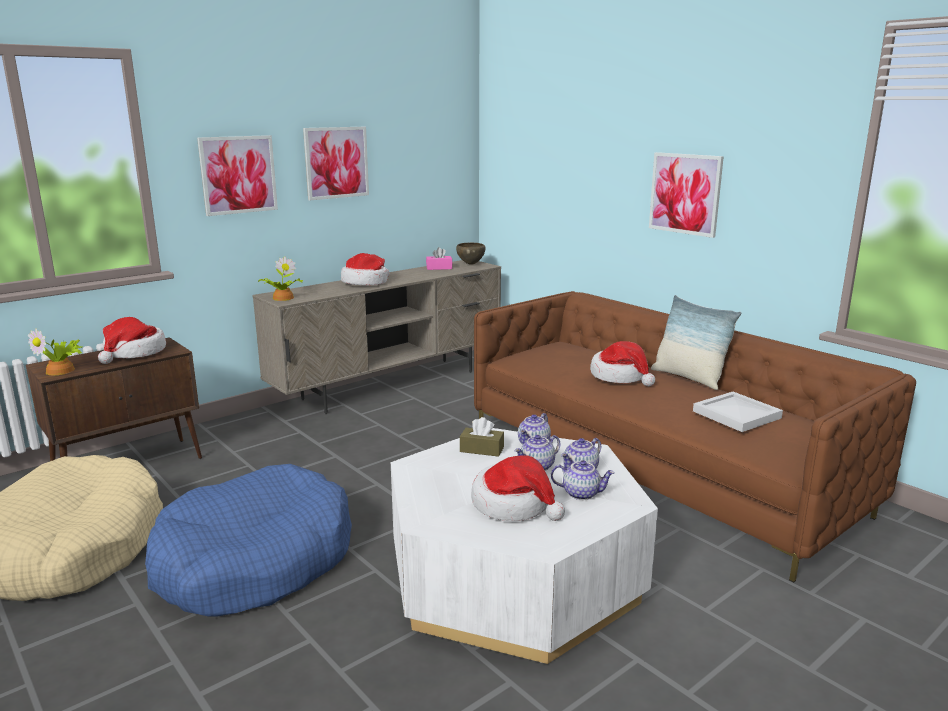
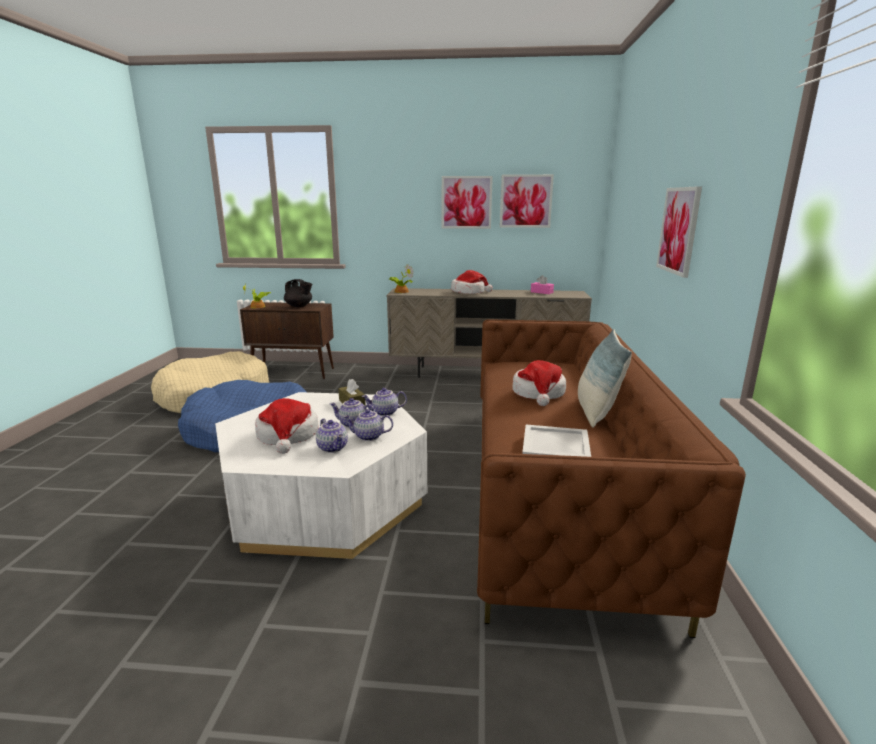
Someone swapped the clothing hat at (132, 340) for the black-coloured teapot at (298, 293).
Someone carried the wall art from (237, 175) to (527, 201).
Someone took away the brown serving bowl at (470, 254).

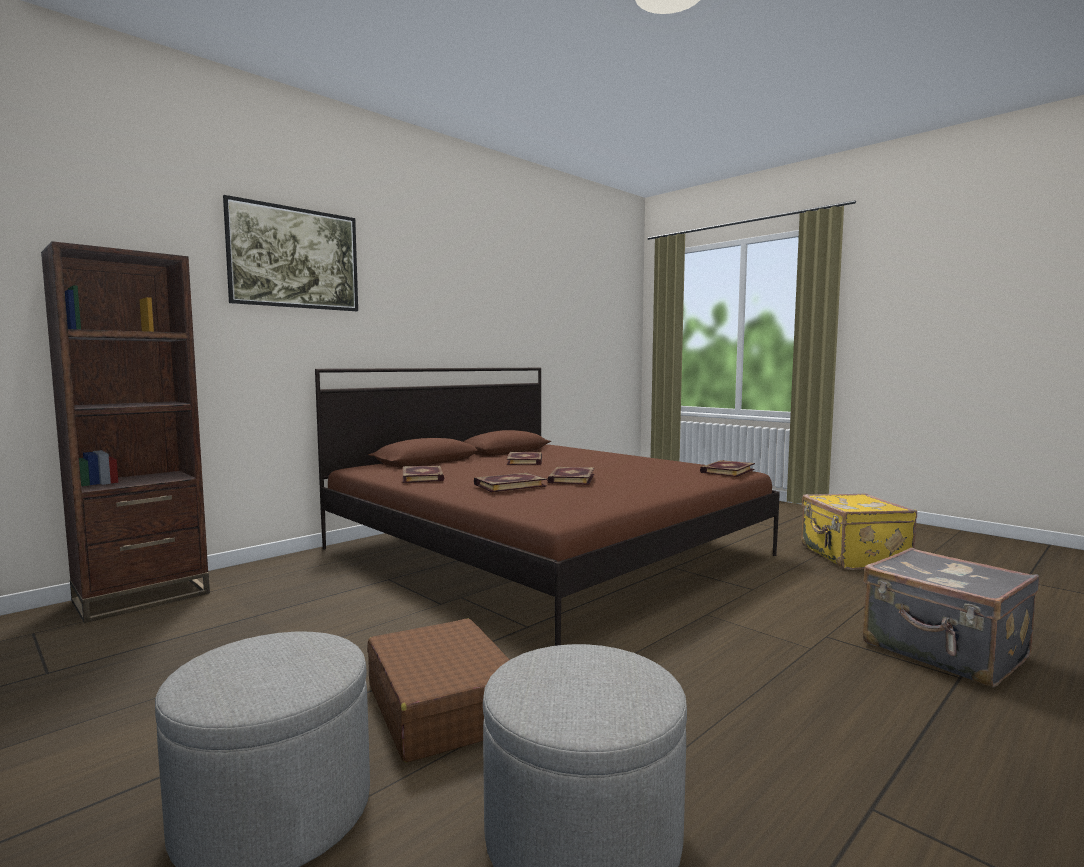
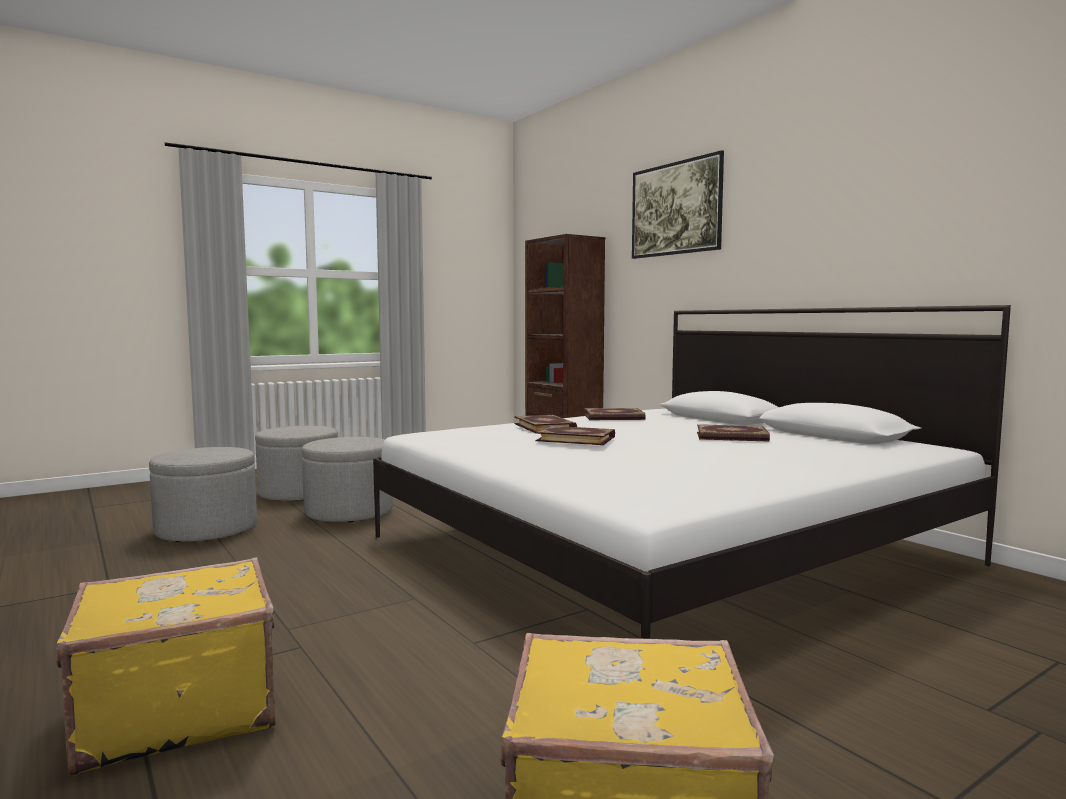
Someone repainted the brown sleeping bed at (547, 507), which became the white-coloured sleeping bed at (692, 472).
Someone swapped the brown travel case at (438, 690) for the grey footrest at (347, 479).
Someone took away the bound book at (727, 468).
Someone repainted the grey travel case at (951, 618), which became the yellowish travel case at (166, 666).

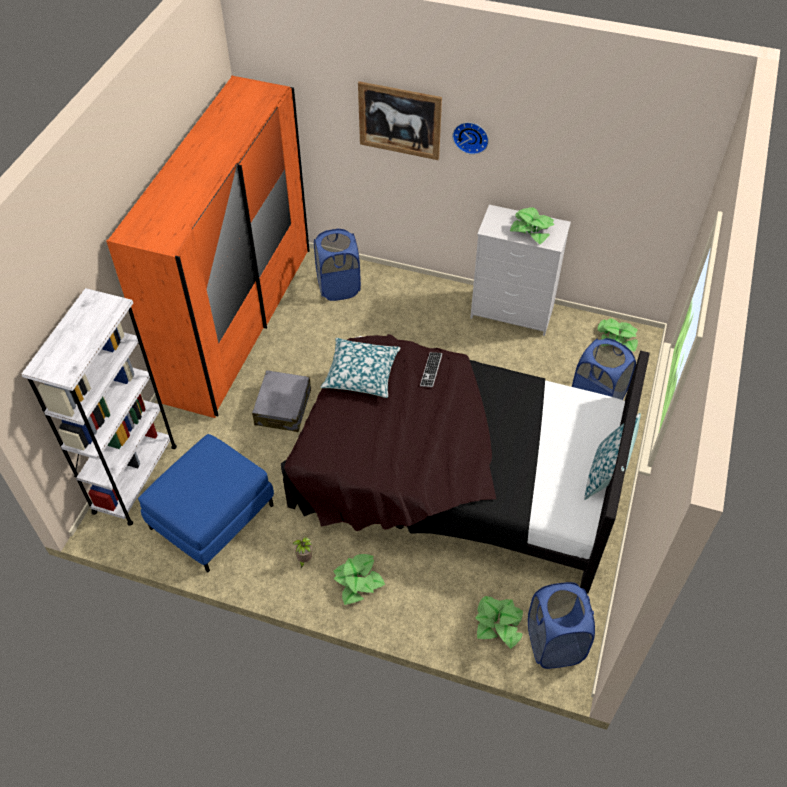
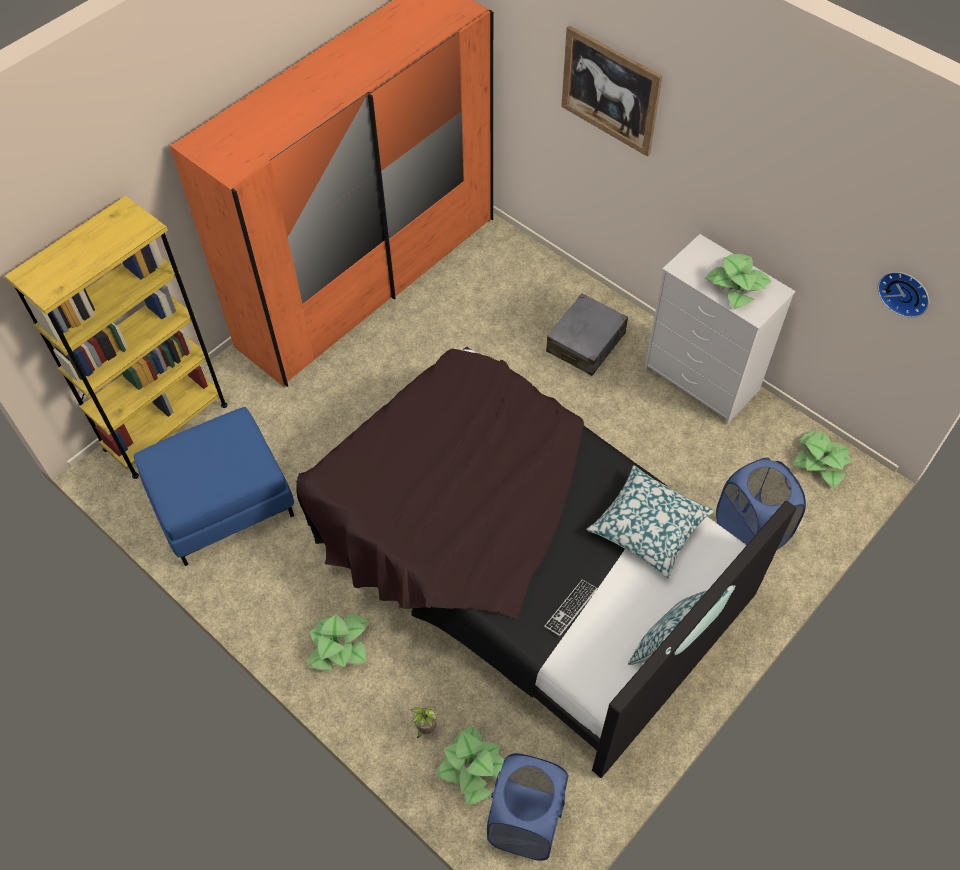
Someone repainted the white-coloured shelving unit at (99, 407), which became the yellowish shelving unit at (116, 337).
Someone carried the grey travel case from (281, 401) to (587, 334).
Someone carried the plant in a pot from (302, 552) to (424, 722).
Someone took away the bluish laundry basket at (337, 264).
Someone carried the cushion from (360, 368) to (650, 521).
Someone carried the computer keyboard from (431, 369) to (571, 607).
Someone carried the wall clock from (470, 138) to (903, 295).

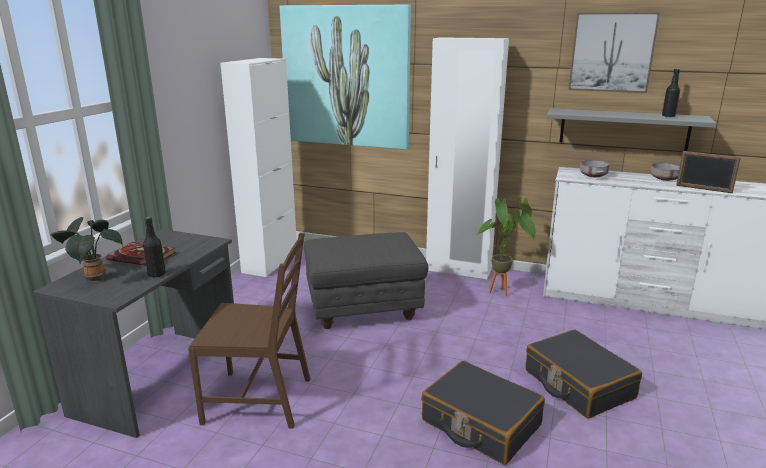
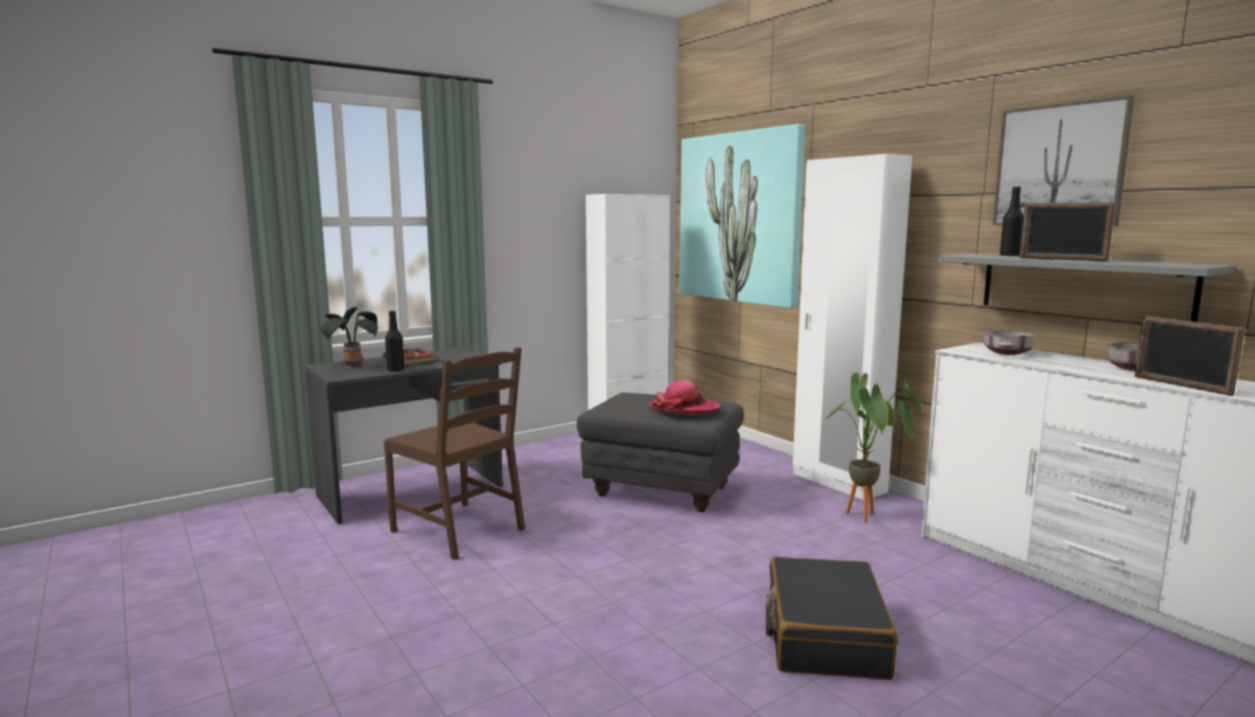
Someone took away the black-coloured travel case at (483, 413).
Someone carried the black-coloured drink bottle from (671, 93) to (1012, 221).
Someone put down the clothing hat at (684, 397).
Someone put down the picture frame at (1067, 231).

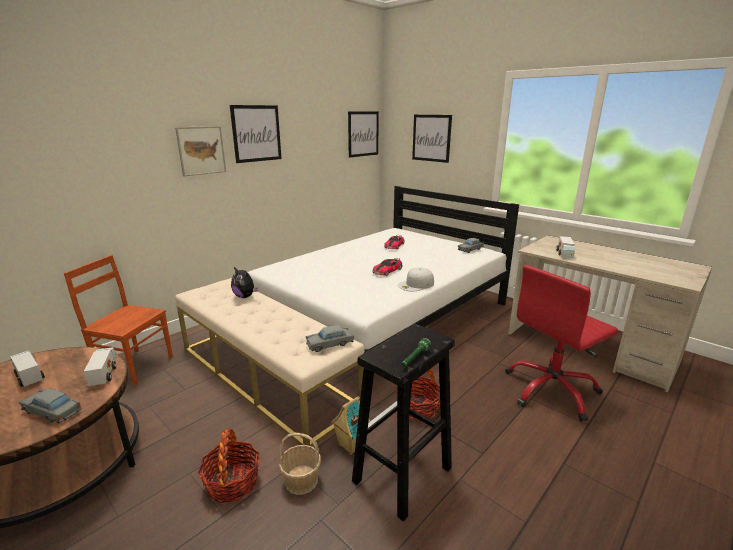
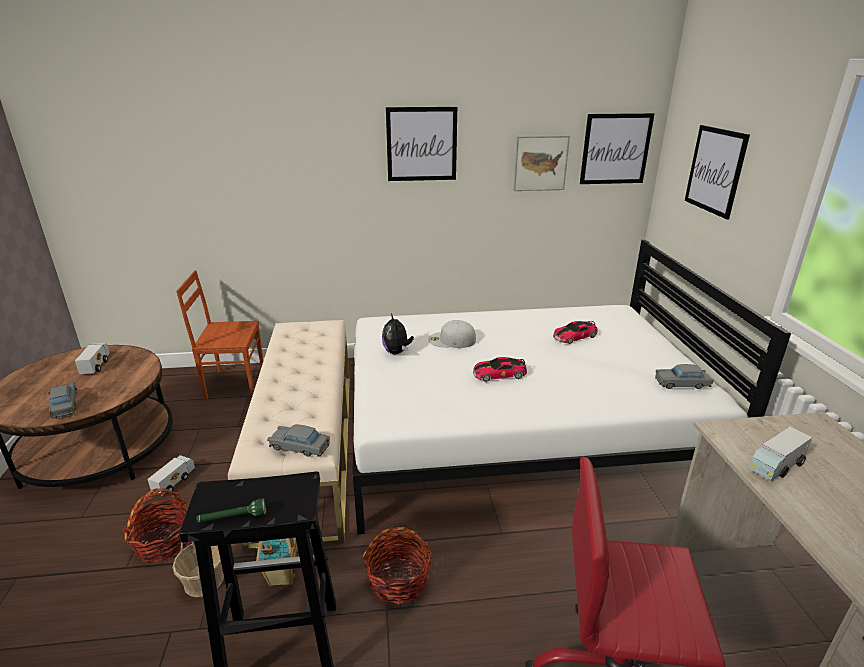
Someone rotated the brown upright chair at (118, 320) by 60 degrees counterclockwise.
Someone carried the model truck from (100, 366) to (171, 475).
Someone carried the wall art from (200, 151) to (541, 163).
Someone carried the soft toy from (244, 282) to (398, 334).
Someone carried the white-coloured baseball cap from (416, 279) to (452, 334).

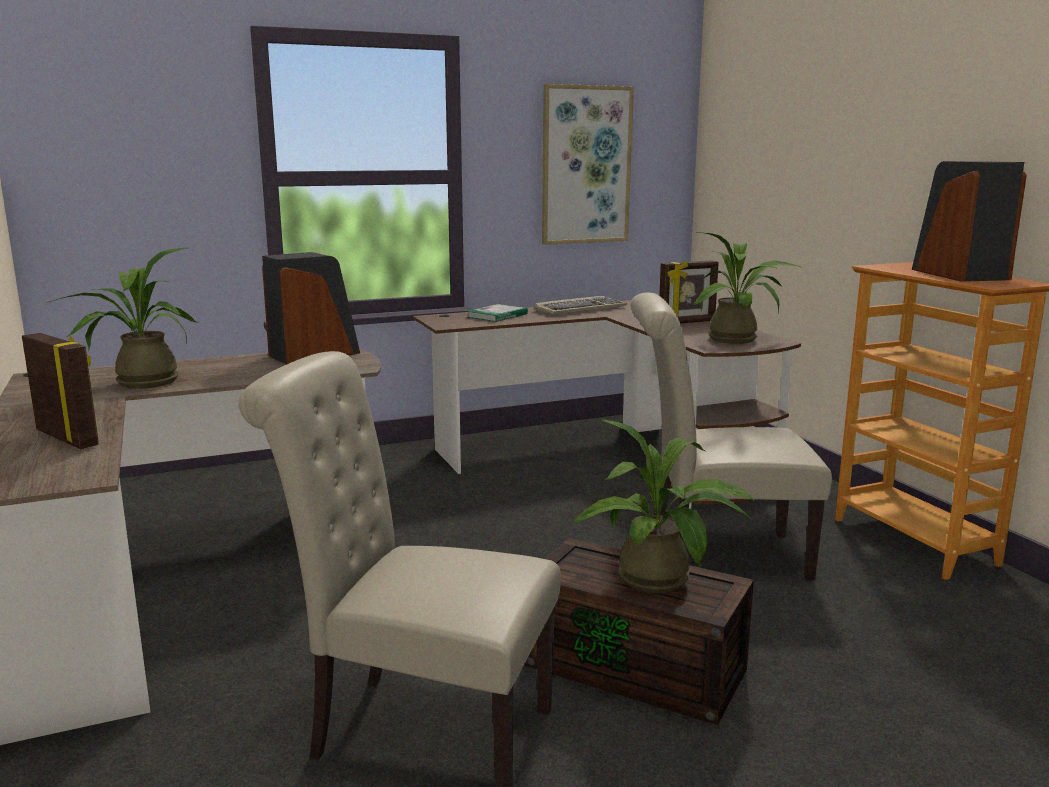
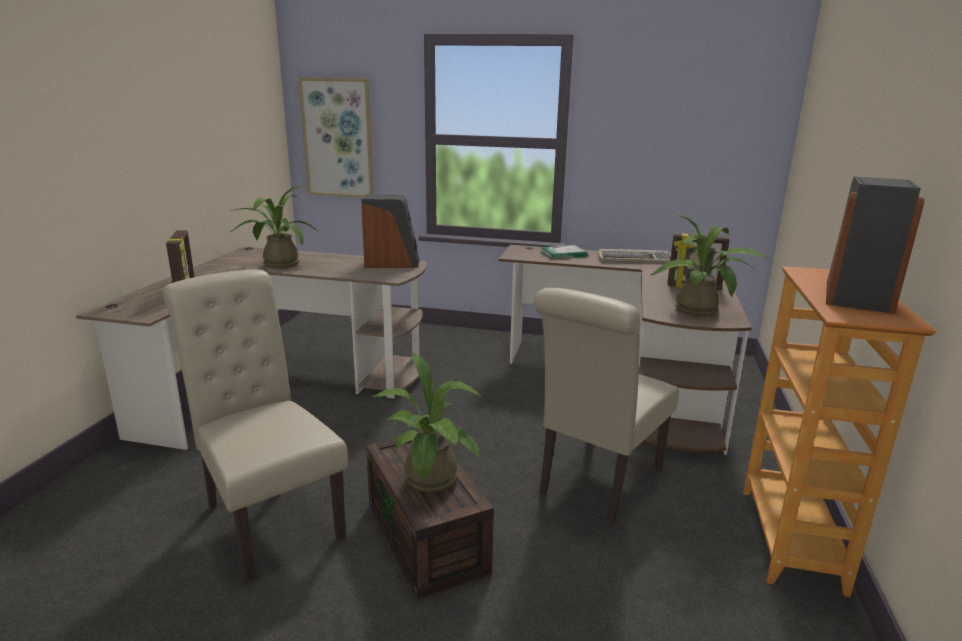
Someone carried the wall art from (588, 164) to (336, 138).
Someone rotated the sand-coloured upright chair at (731, 436) by 90 degrees counterclockwise.

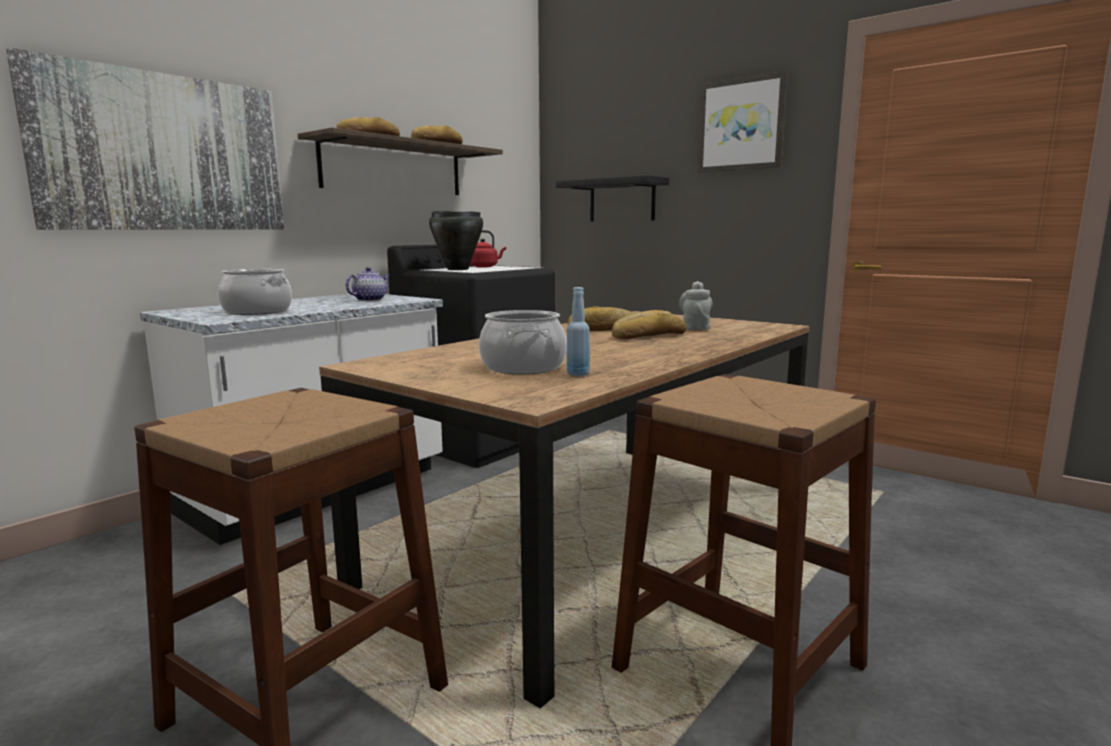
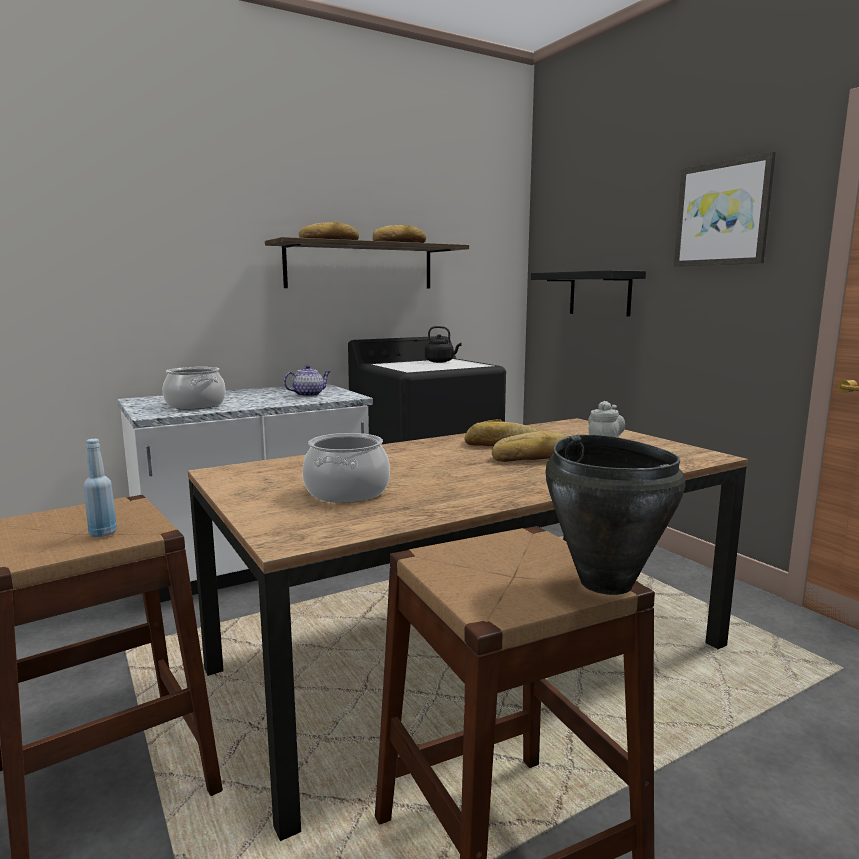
Someone took away the wall art at (145, 139).
Someone carried the black-coloured cooking pot from (456, 240) to (615, 515).
Someone repainted the reddish water kettle at (488, 249), which became the black-coloured water kettle at (443, 344).
Someone carried the bluish drink bottle from (578, 331) to (100, 488).

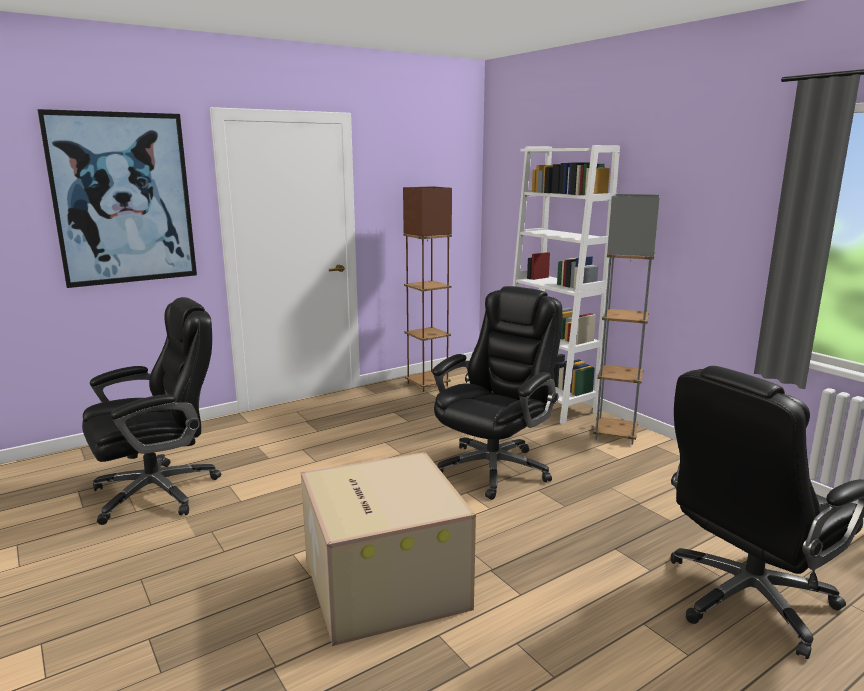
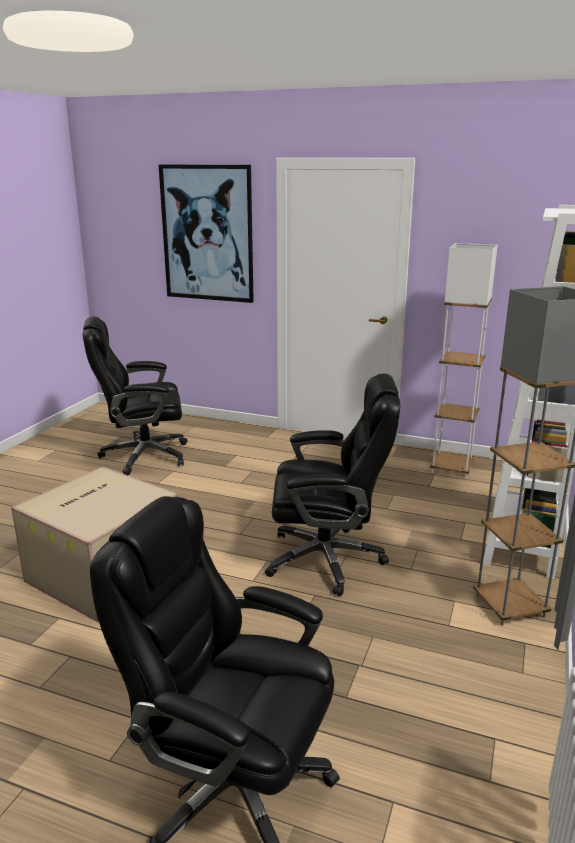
Someone rotated the black-coloured computer chair at (151, 411) by 150 degrees clockwise.
Someone repainted the brown standard lamp at (427, 289), which became the white-coloured standard lamp at (464, 360).

